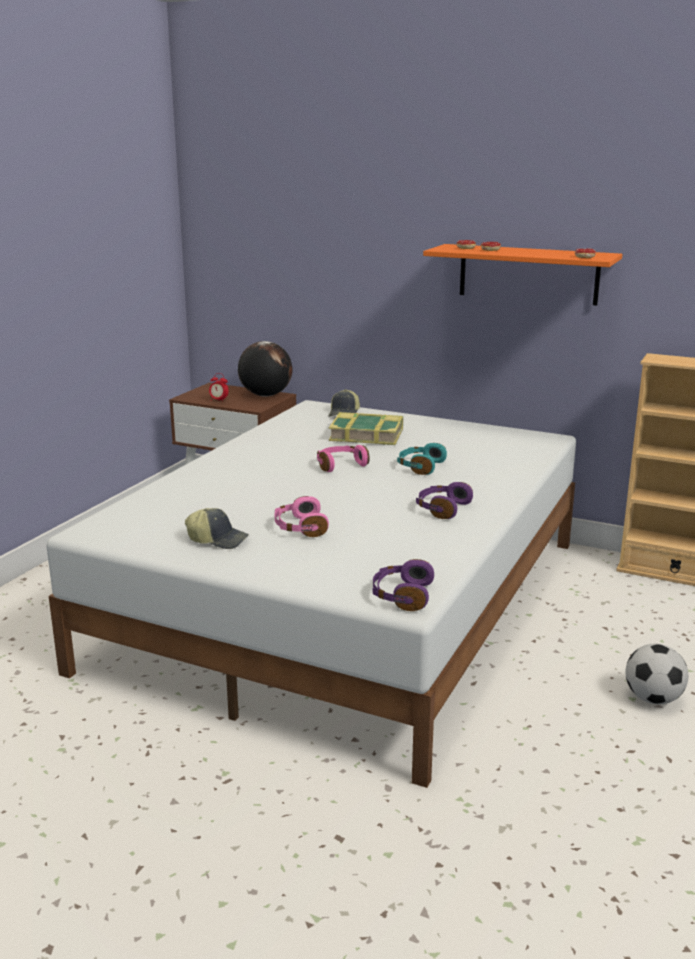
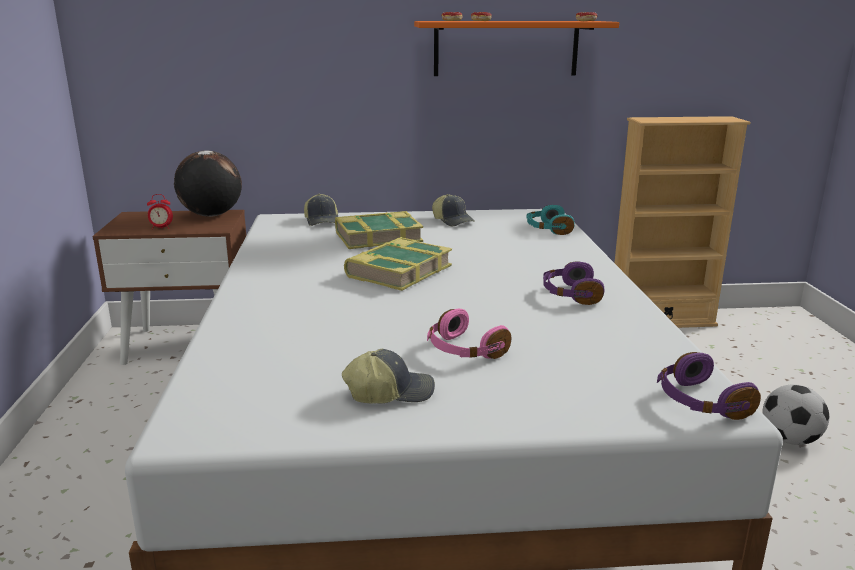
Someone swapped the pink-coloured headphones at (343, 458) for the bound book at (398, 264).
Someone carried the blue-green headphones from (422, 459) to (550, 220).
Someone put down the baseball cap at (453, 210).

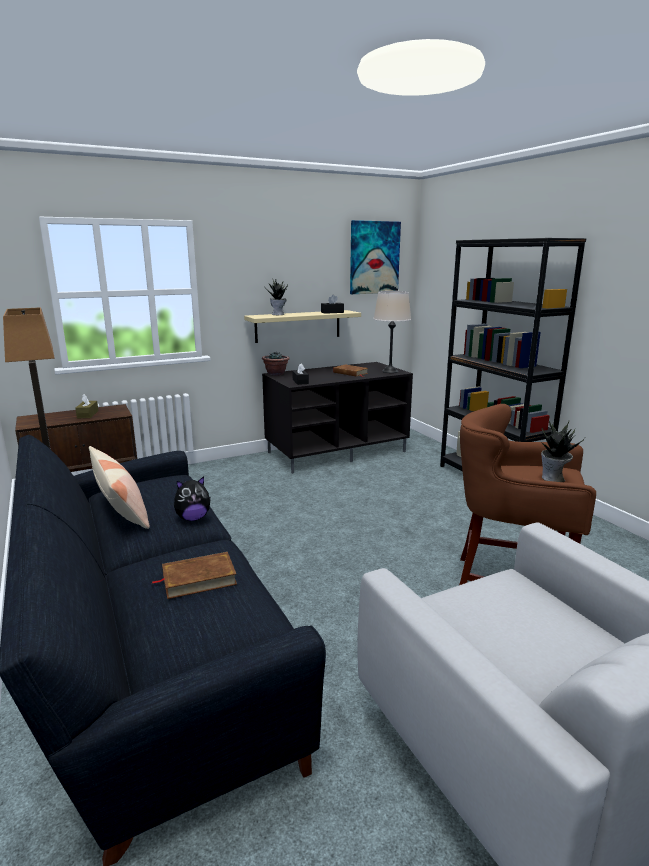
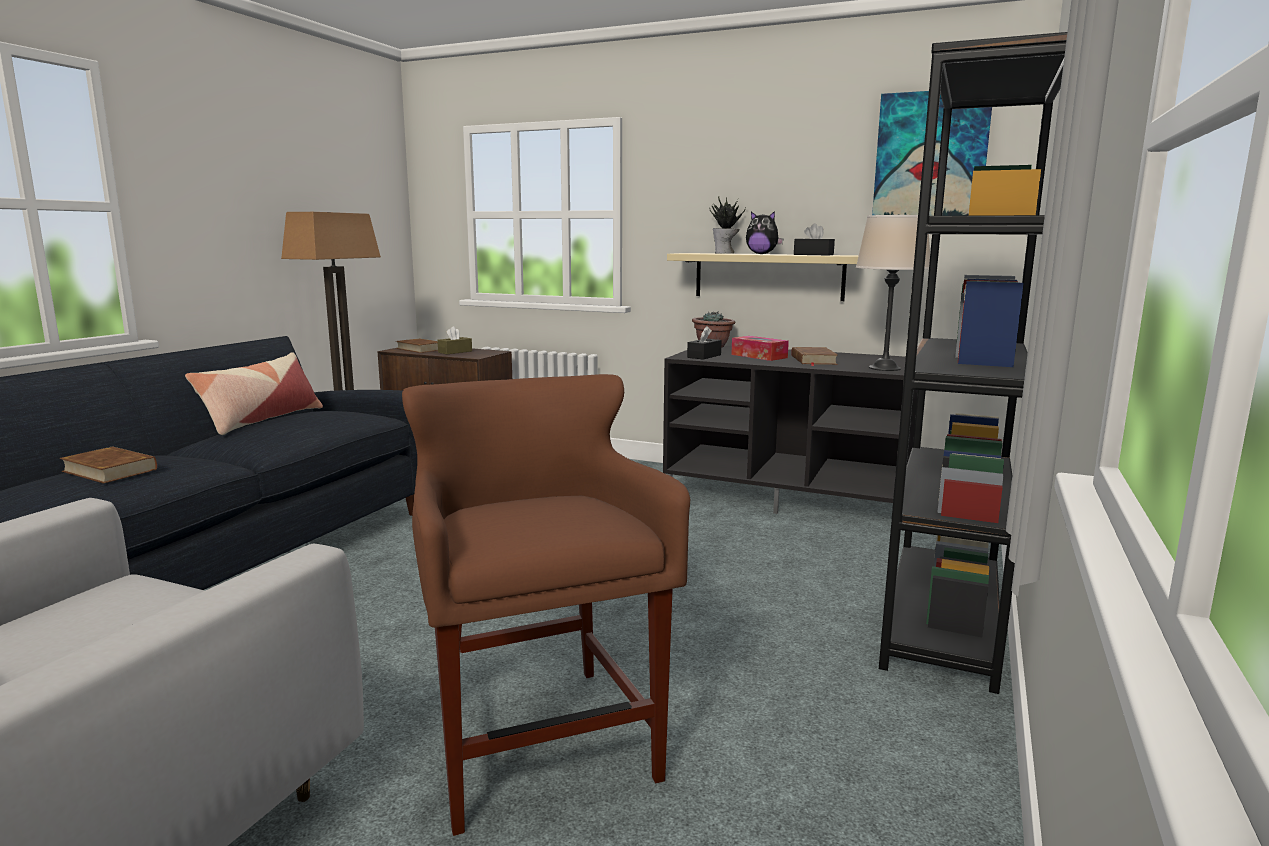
Someone carried the soft toy from (192, 498) to (764, 232).
Someone took away the plant in a pot at (563, 451).
Someone put down the brown bound book at (417, 345).
Someone put down the tissue holder at (760, 348).

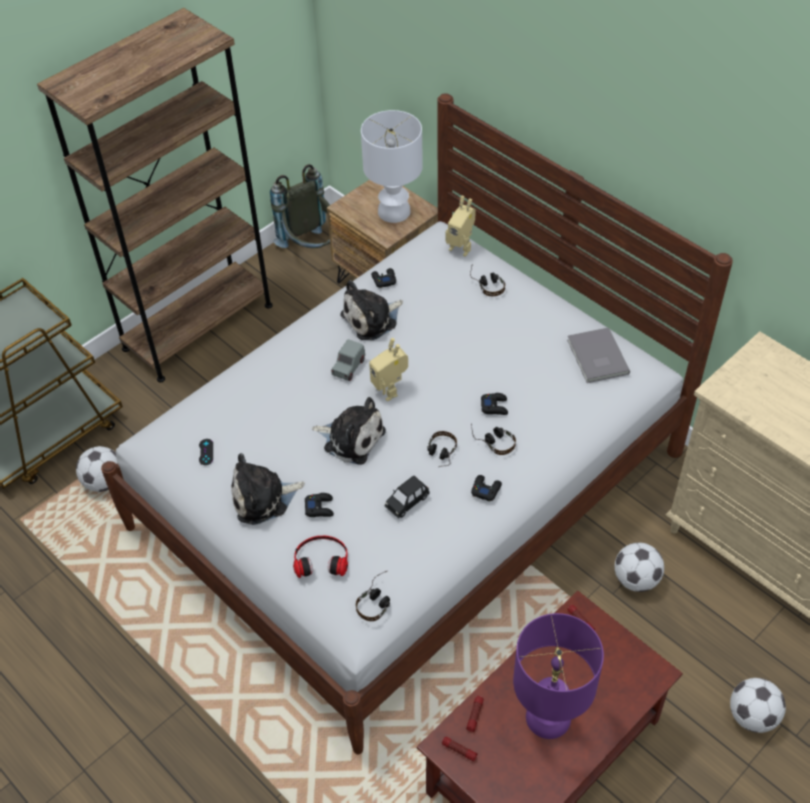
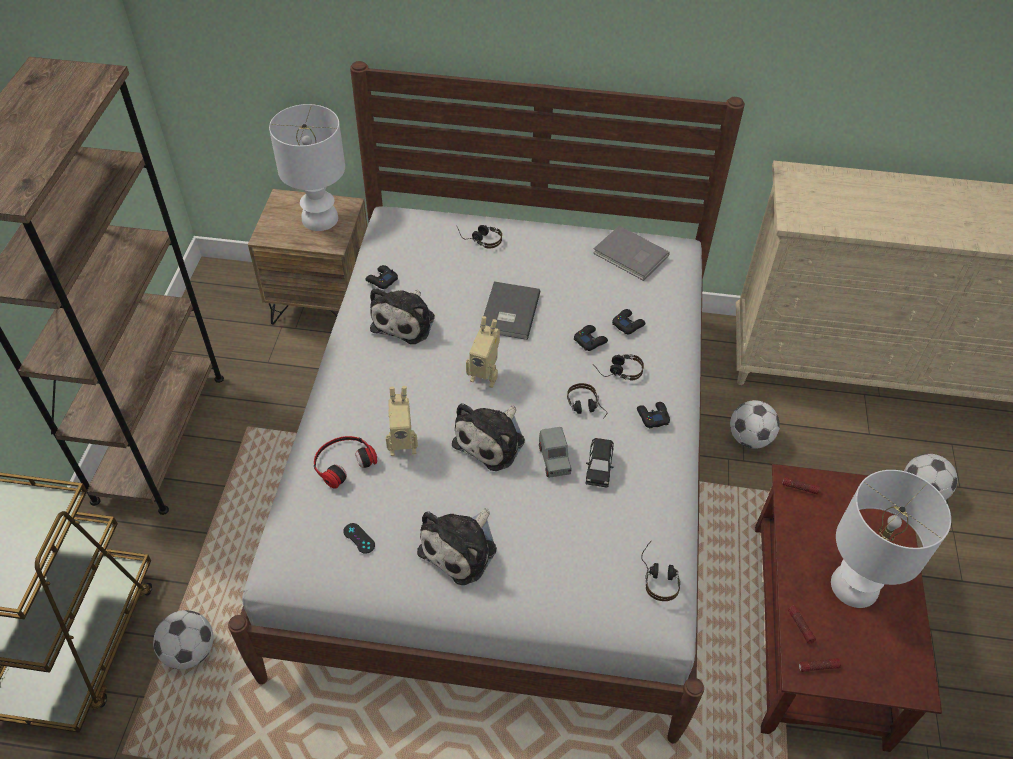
Someone took away the grey rucksack at (300, 206).
Someone carried the headphones from (320, 557) to (345, 462).
Someone carried the black-coloured game controller from (319, 505) to (629, 321).
Someone rotated the soft toy at (349, 431) by 135 degrees clockwise.
Someone carried the grey model car from (348, 360) to (555, 452).
Someone carried the toy robot from (461, 226) to (402, 421).
Someone repainted the purple-coloured lamp for a table at (558, 676), which became the white-coloured lamp for a table at (891, 539).
Someone put down the grey bound book at (510, 310).

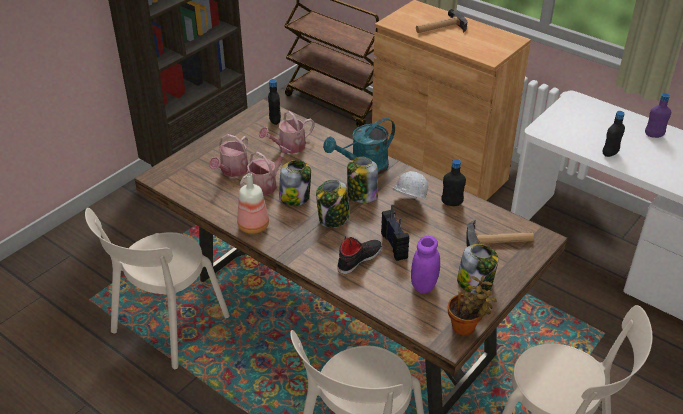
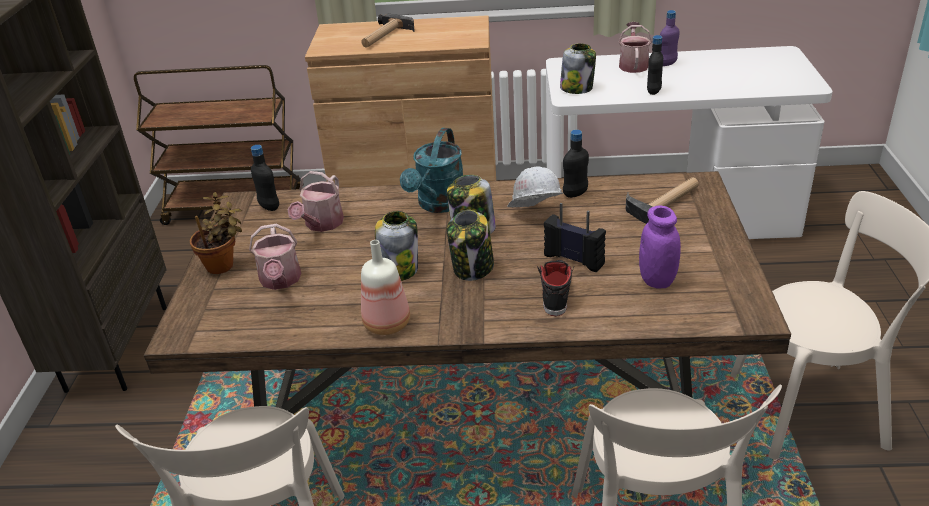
Someone carried the watering pot from (265, 171) to (635, 47).
Someone carried the plant in a pot from (472, 305) to (216, 233).
Someone carried the jar from (477, 269) to (578, 68).

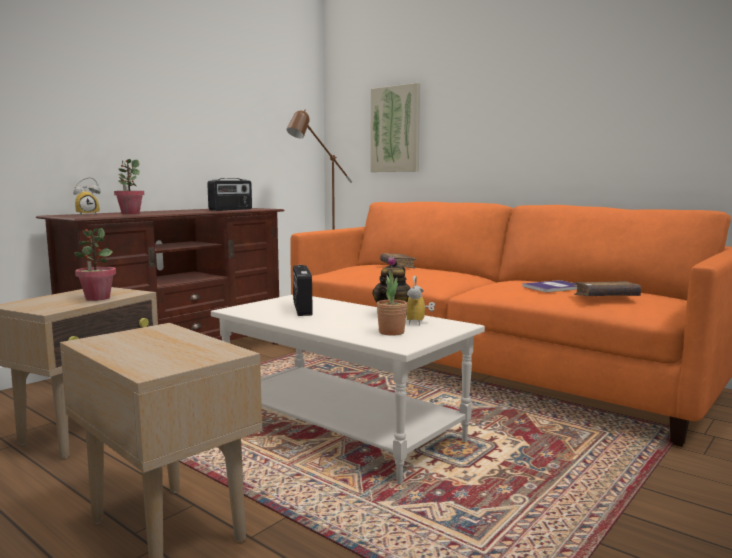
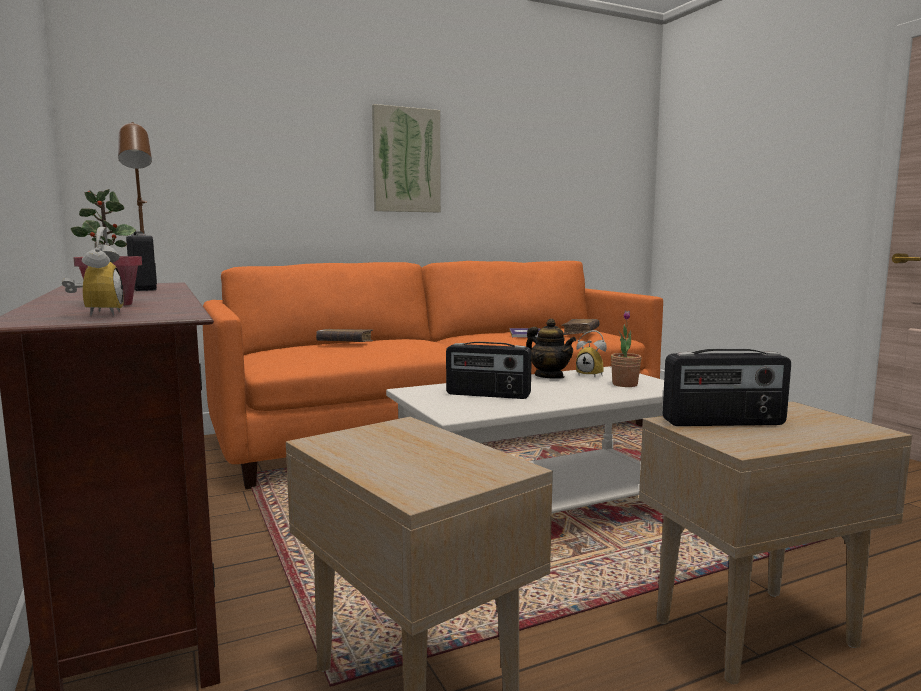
Someone took away the plant in a pot at (95, 264).
Someone carried the wall art from (395, 127) to (406, 158).
Someone put down the radio at (726, 387).

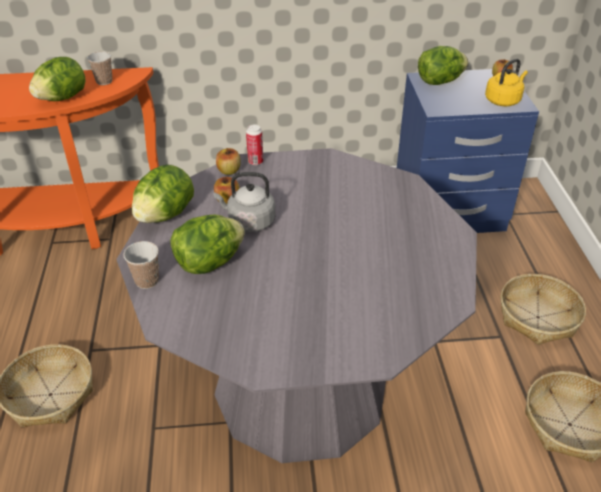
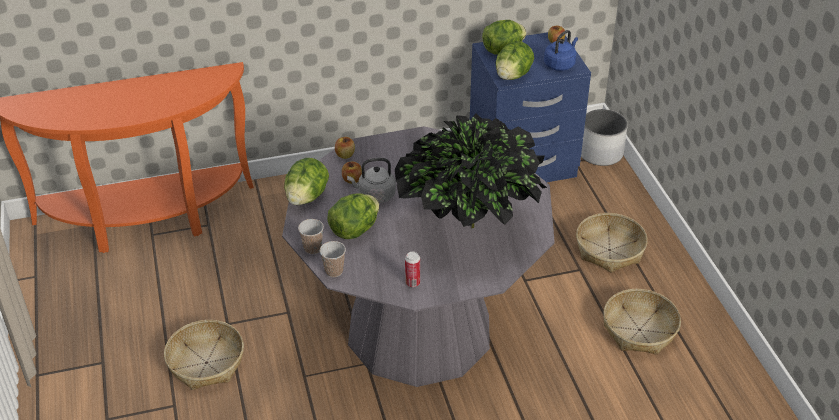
Someone carried the lettuce head from (57, 79) to (515, 60).
Someone carried the drinking cup from (99, 68) to (333, 259).
Someone carried the can from (254, 144) to (412, 269).
Someone repainted the yellowish water kettle at (506, 82), which became the bluish water kettle at (561, 50).
Someone put down the plant in a pot at (471, 171).
Someone put down the white-coloured flower pot at (604, 137).

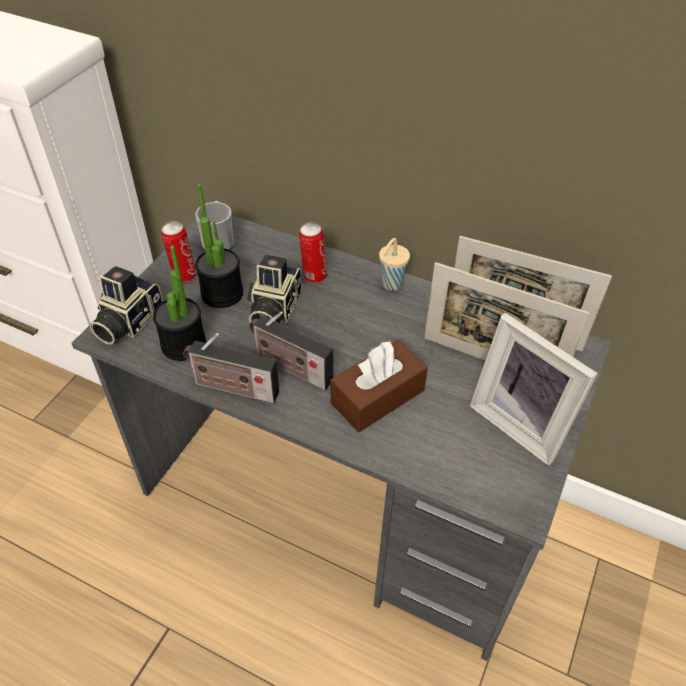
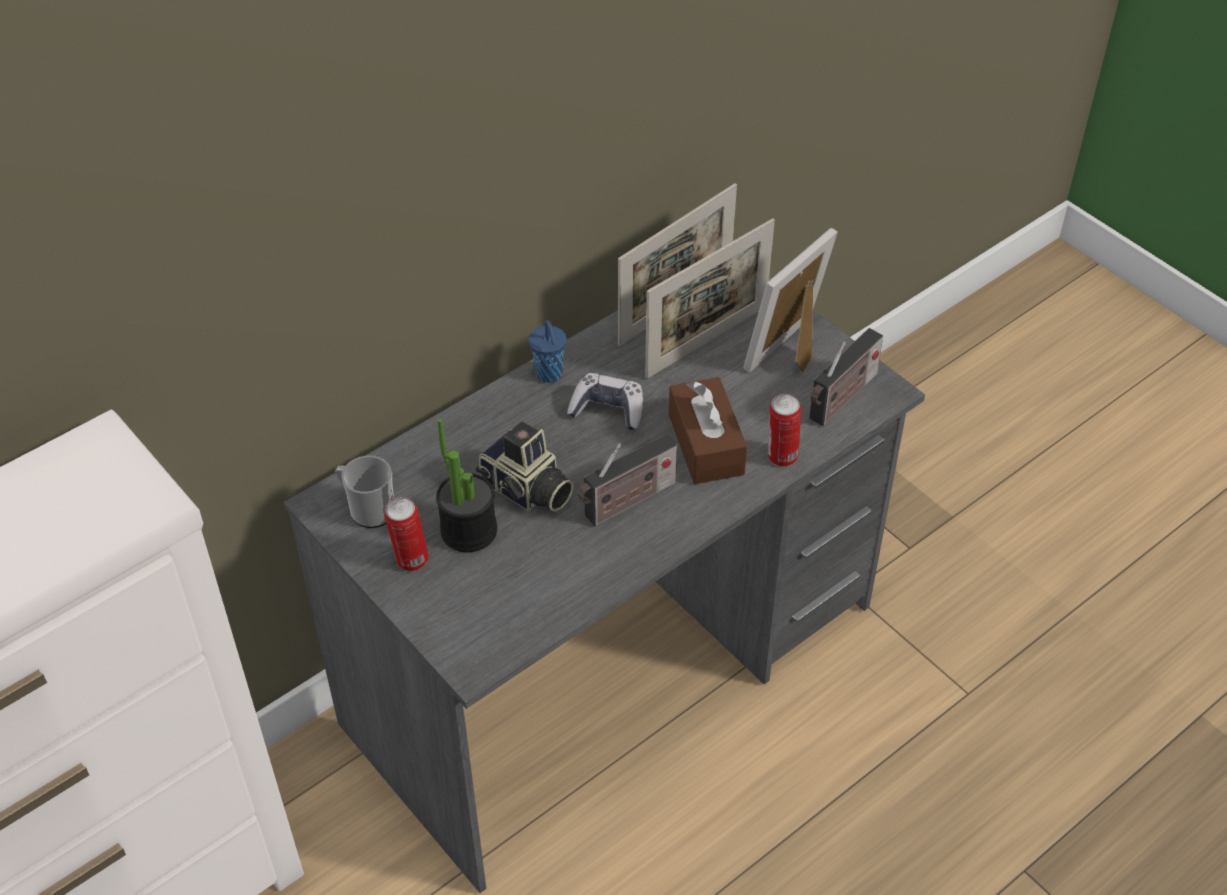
Someone took away the still camera at (126, 305).
Someone took away the plant in a pot at (179, 303).
Someone carried the radio from (231, 368) to (846, 377).
Someone carried the can from (313, 253) to (784, 430).
Someone repainted the sand-coloured drinking cup at (394, 264), which became the bluish drinking cup at (548, 351).
Someone rotated the picture frame at (534, 389) by 150 degrees clockwise.
Someone put down the game controller at (605, 401).

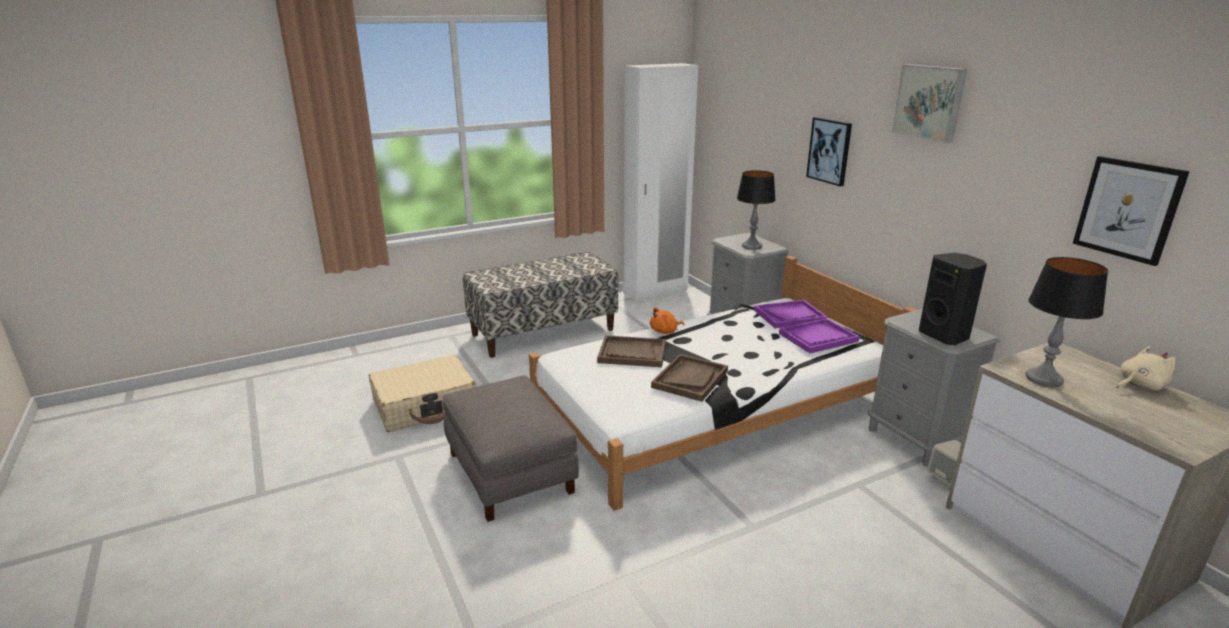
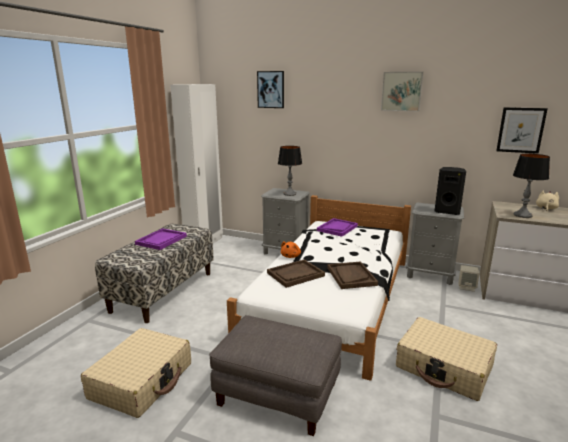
Someone carried the purple-coloured tray from (819, 335) to (161, 239).
Someone carried the wall art from (829, 151) to (270, 89).
Someone put down the sand-coloured travel case at (446, 359).

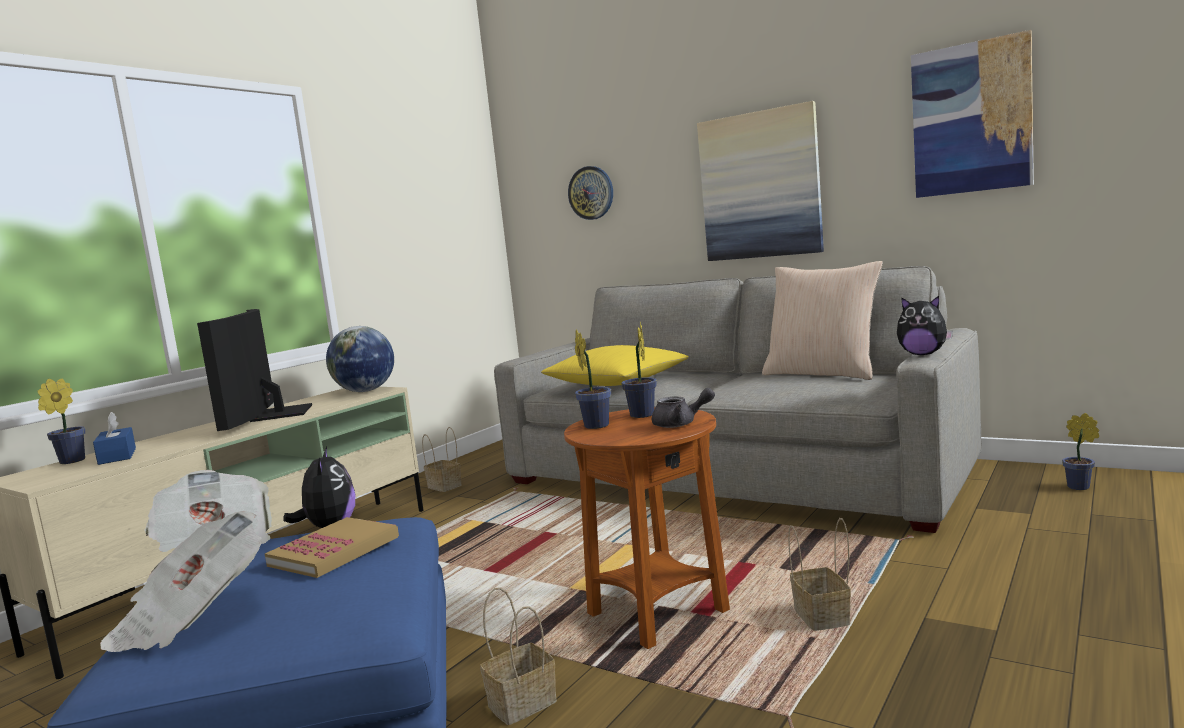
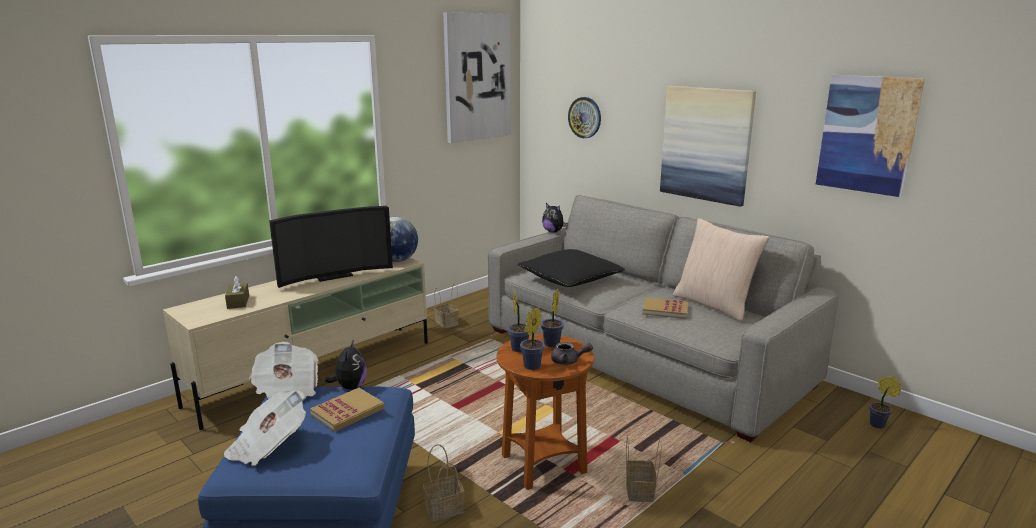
Someone carried the plant in a pot from (61, 421) to (532, 338).
Someone repainted the bluish tissue holder at (114, 438), which became the brown tissue holder at (237, 292).
Someone rotated the TV set at (254, 370) by 120 degrees counterclockwise.
Someone repainted the yellowish cushion at (615, 365), which became the black-coloured cushion at (571, 268).
Someone carried the soft toy from (925, 325) to (554, 218).
Someone put up the wall art at (477, 77).
Someone put down the bound book at (665, 308).

